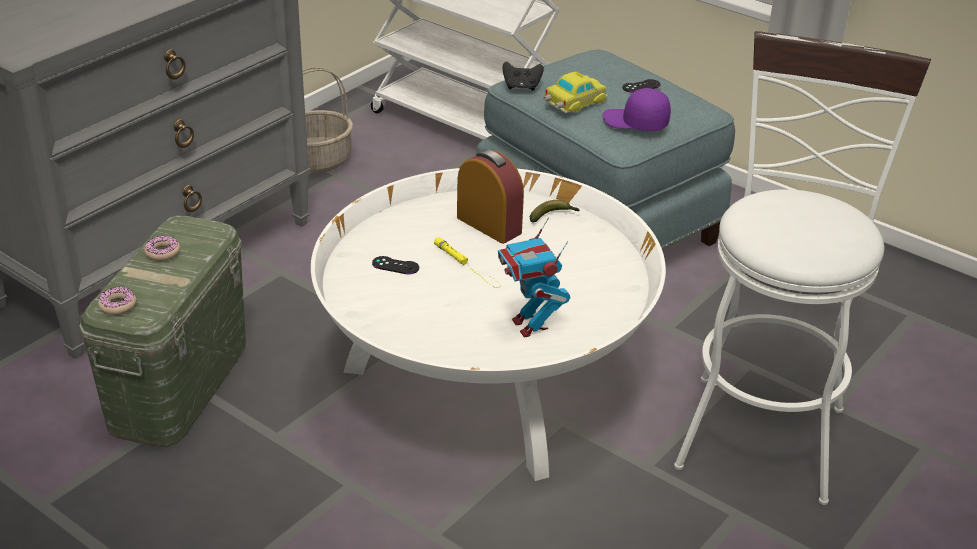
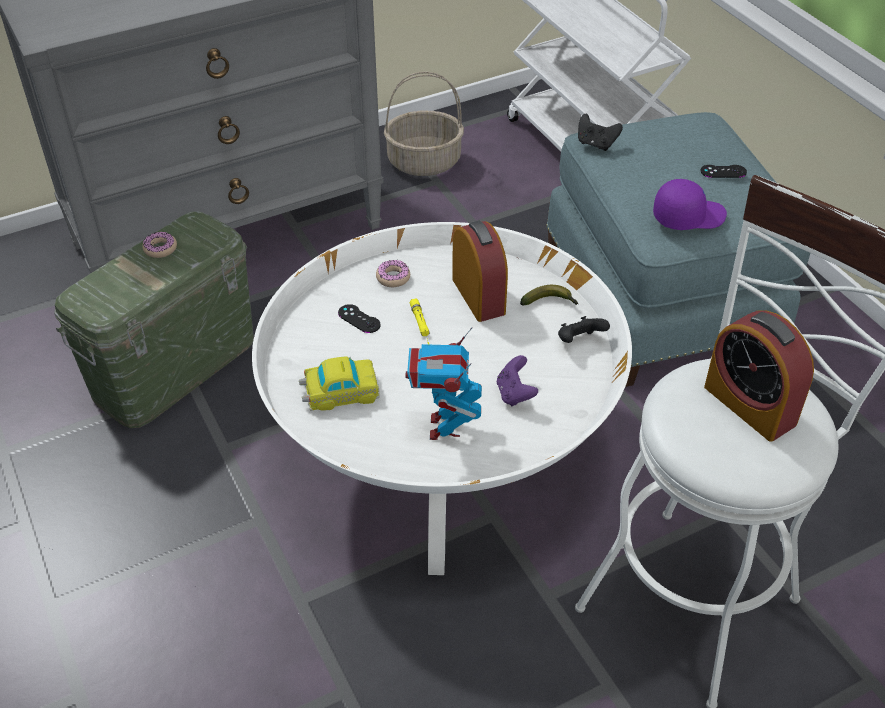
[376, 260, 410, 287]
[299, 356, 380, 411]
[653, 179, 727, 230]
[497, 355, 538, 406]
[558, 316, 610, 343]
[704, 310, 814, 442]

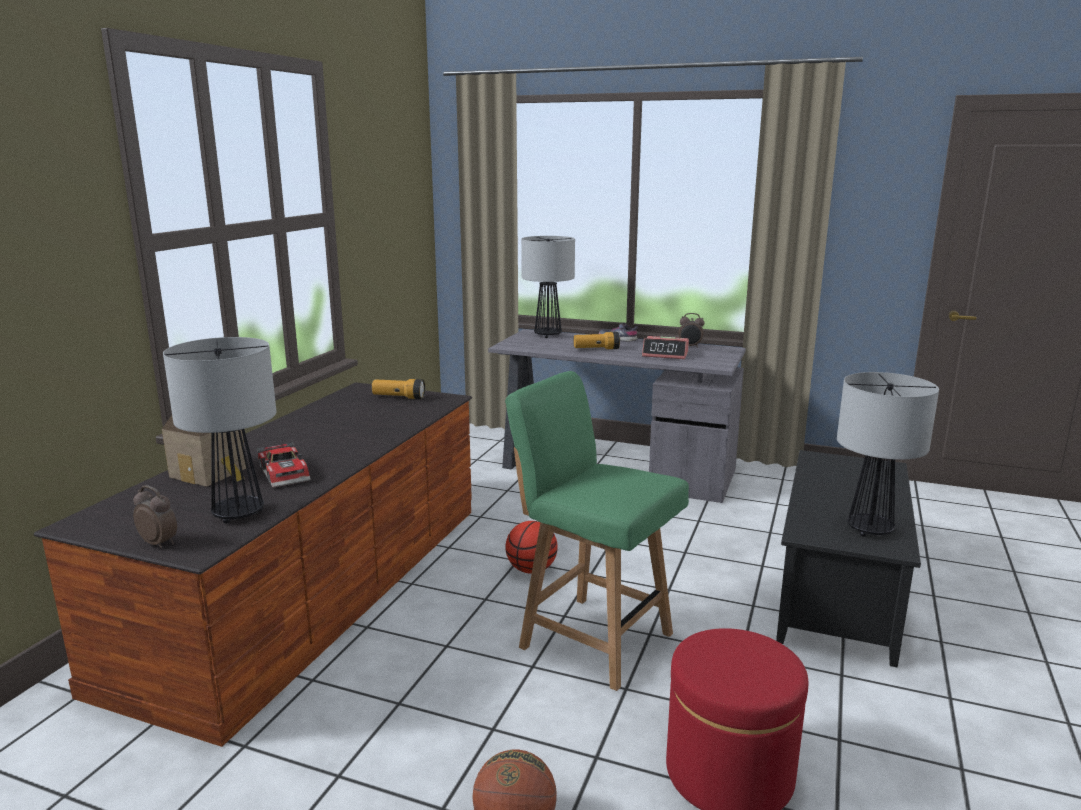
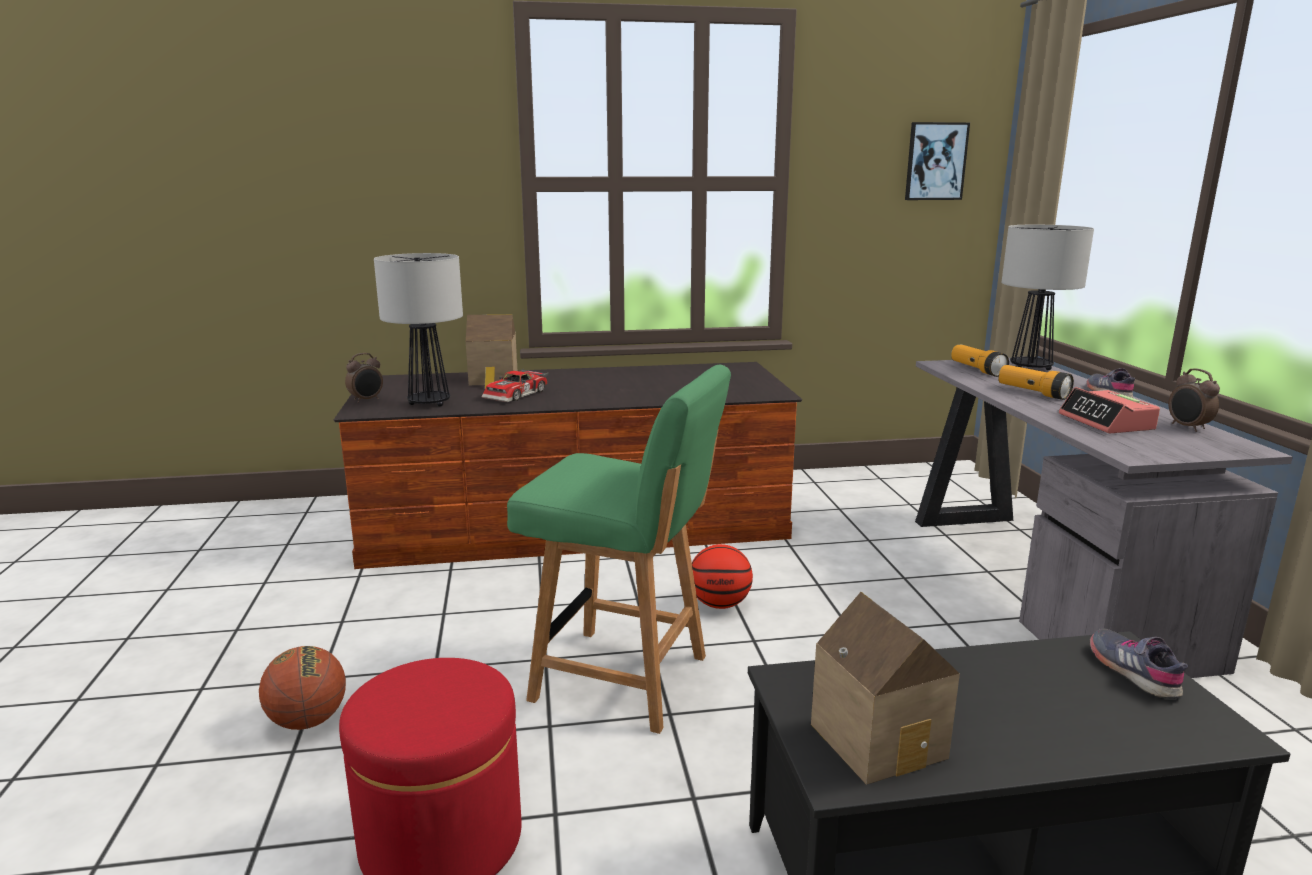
[345, 353, 383, 403]
[951, 345, 1009, 377]
[507, 365, 731, 734]
[811, 592, 960, 785]
[905, 122, 970, 200]
[1089, 629, 1188, 699]

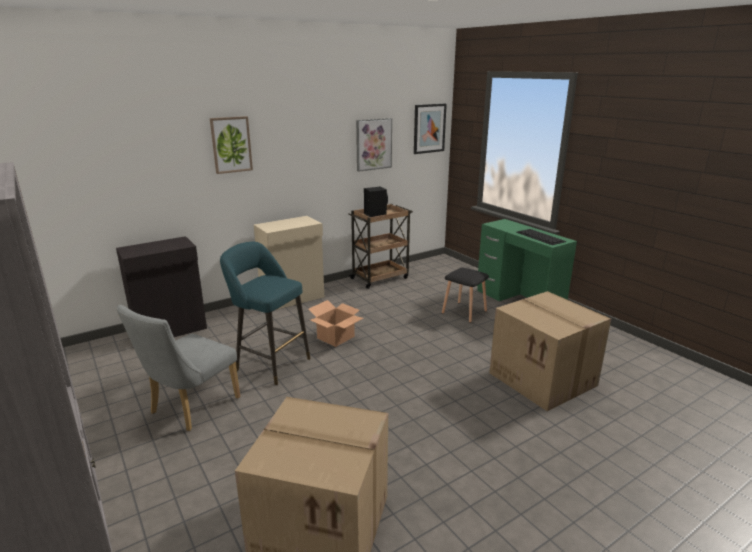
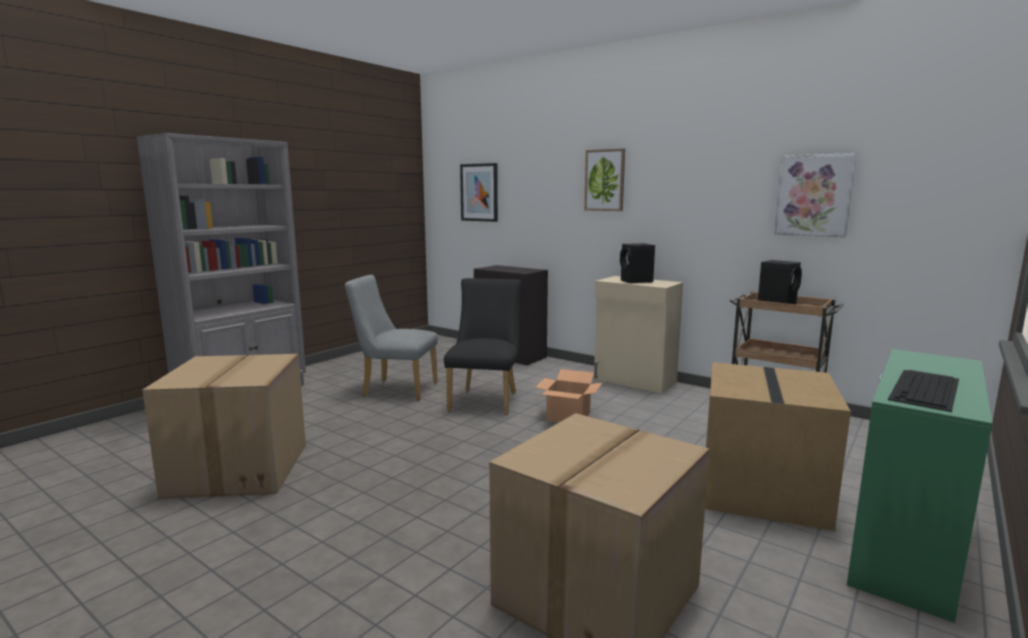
[444, 278, 521, 415]
[460, 163, 498, 222]
[705, 362, 851, 531]
[620, 243, 655, 283]

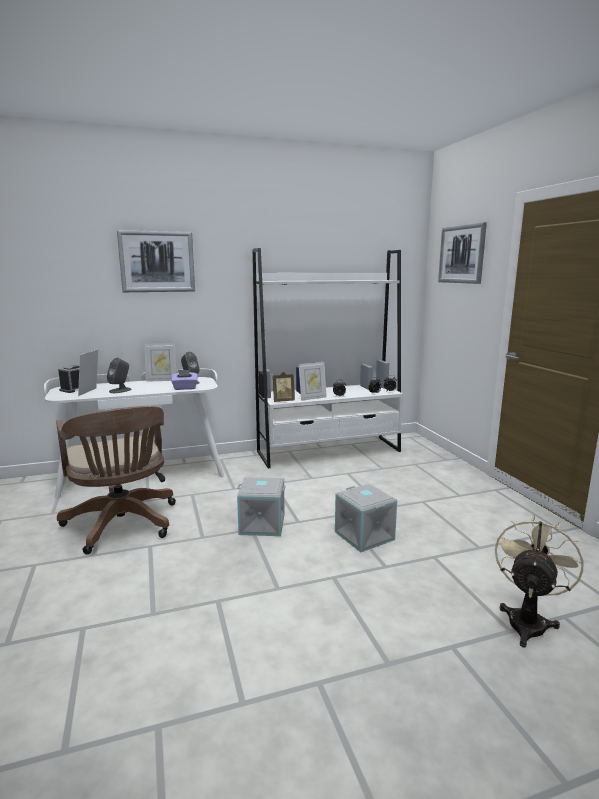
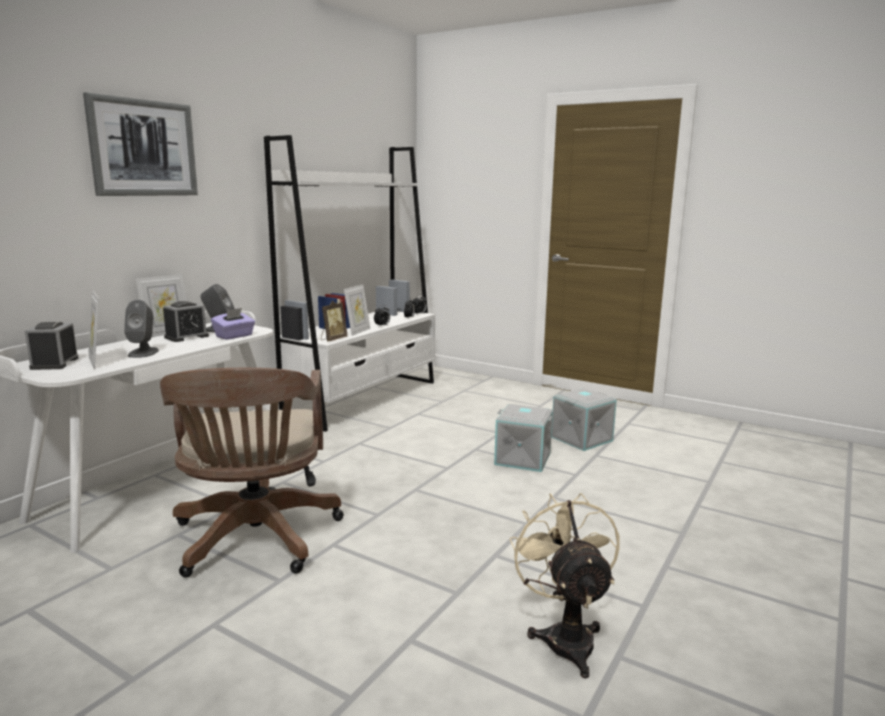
[160, 368, 344, 578]
[551, 388, 617, 451]
[438, 222, 487, 284] (first image)
[510, 493, 620, 678]
[163, 301, 209, 342]

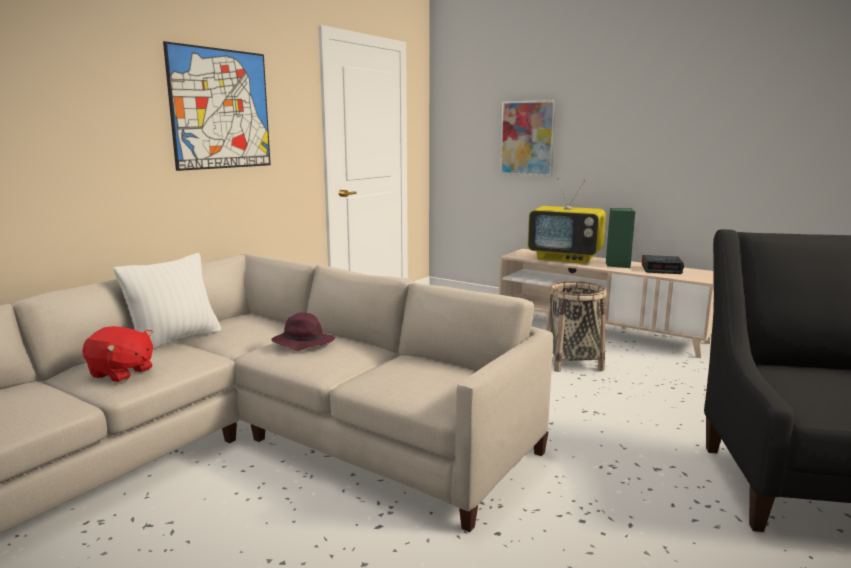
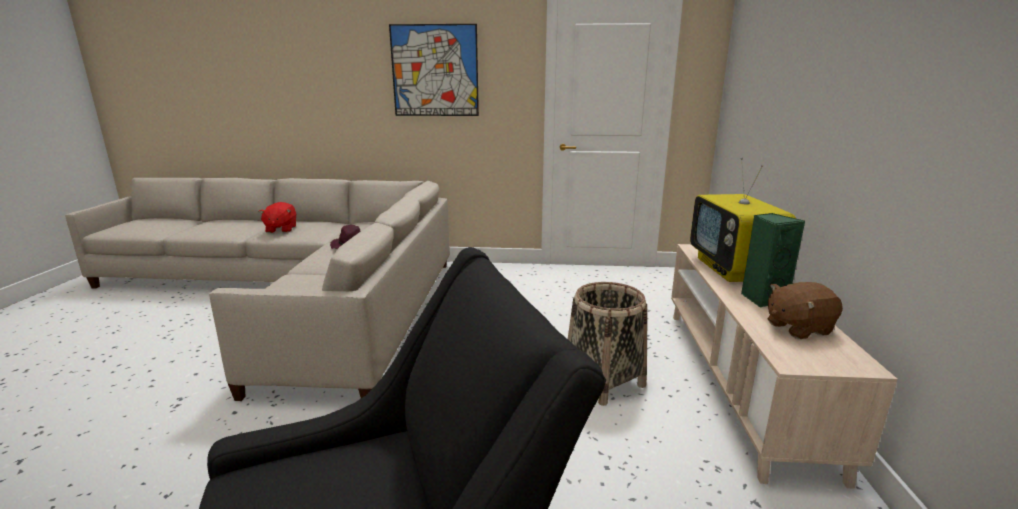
[114, 253, 221, 348] (first image)
[500, 100, 556, 176] (first image)
[768, 282, 843, 339]

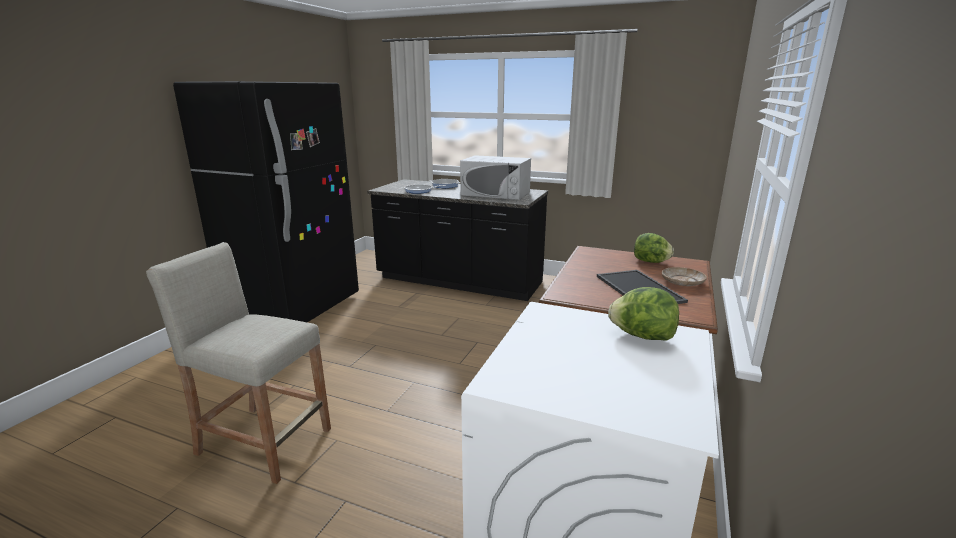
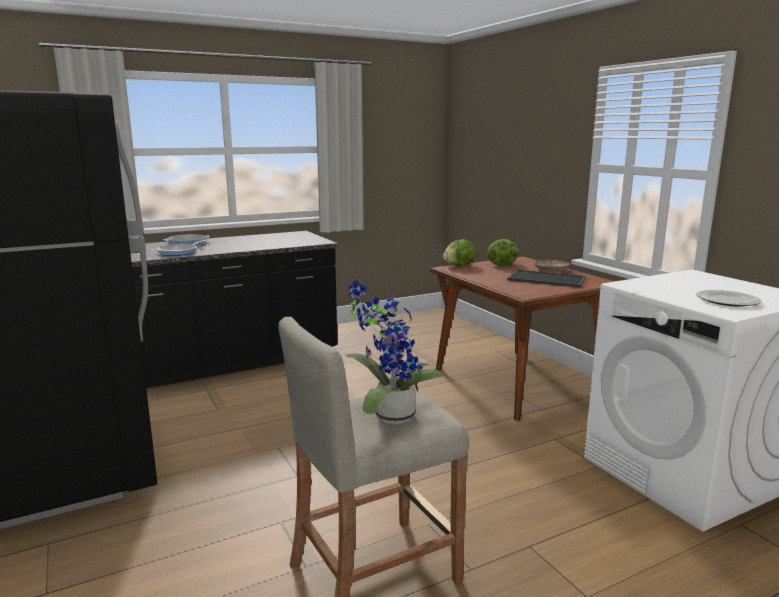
[460, 155, 531, 200] (first image)
[443, 239, 476, 266]
[345, 280, 442, 425]
[696, 290, 761, 307]

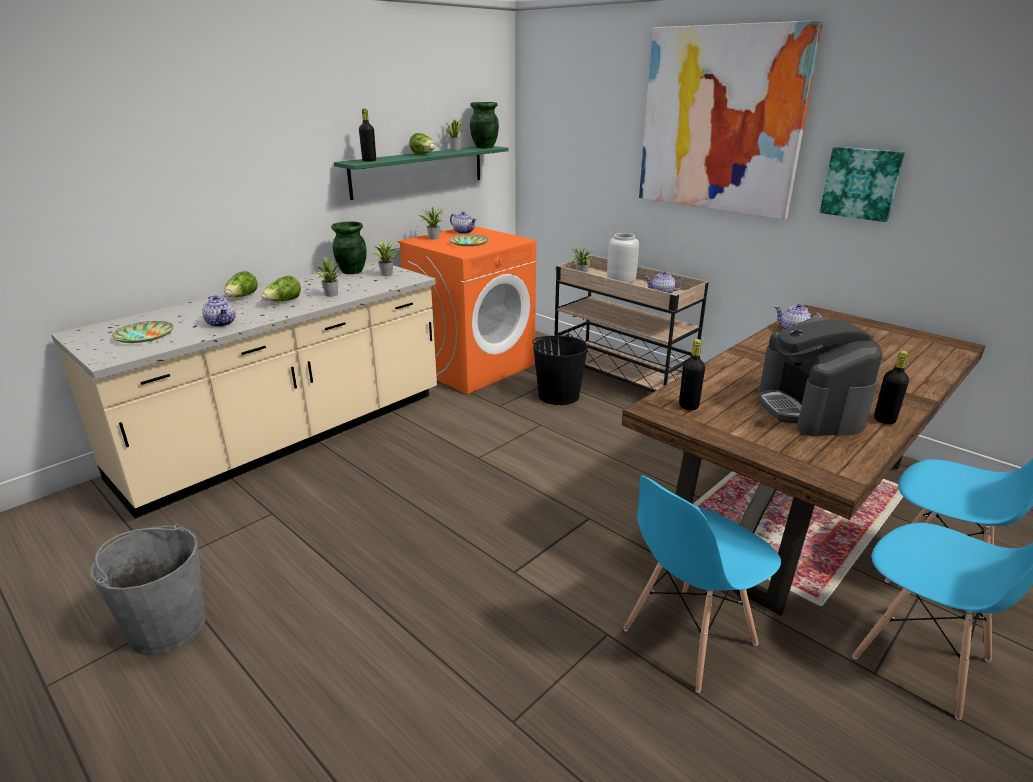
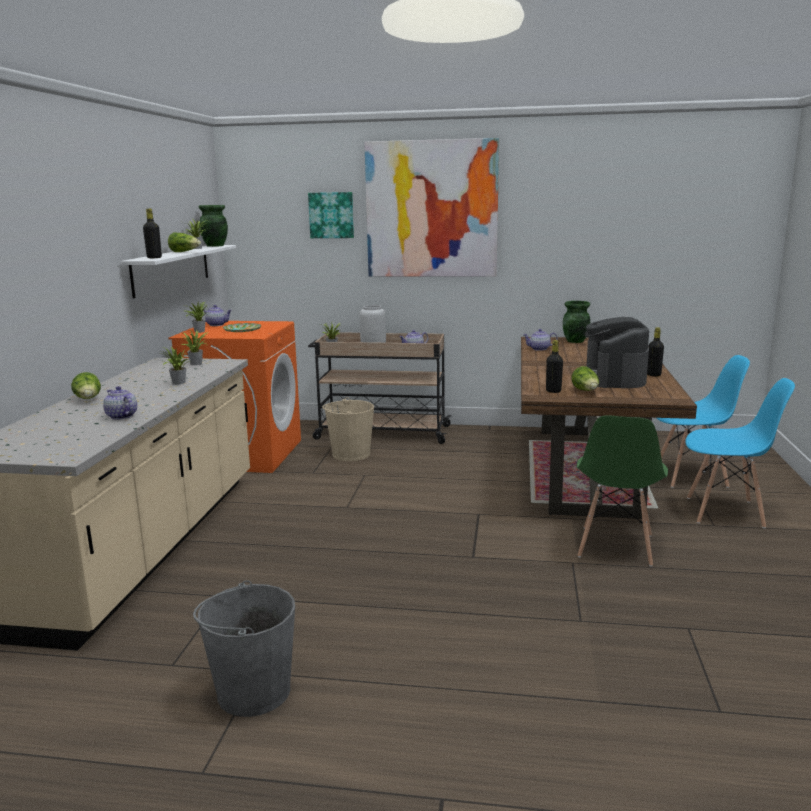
[112, 321, 173, 343] (first image)
[103, 386, 137, 420]
[571, 366, 599, 391]
[563, 301, 590, 343]
[121, 245, 236, 298]
[322, 397, 374, 461]
[577, 416, 668, 567]
[584, 317, 649, 388]
[308, 192, 354, 238]

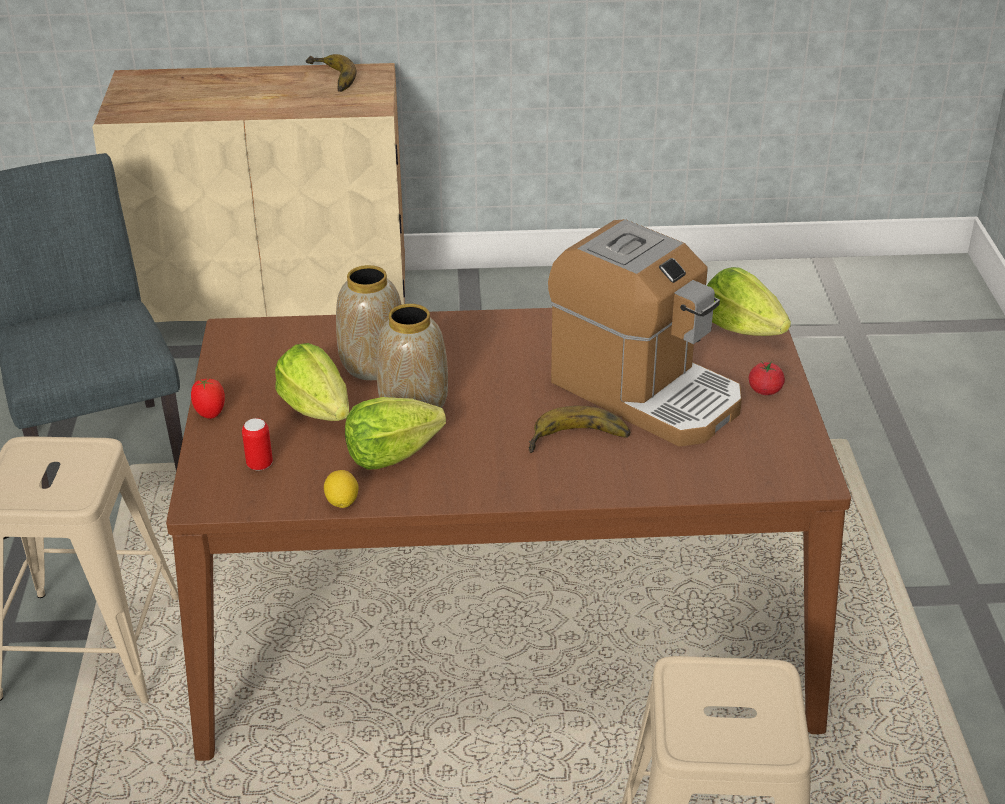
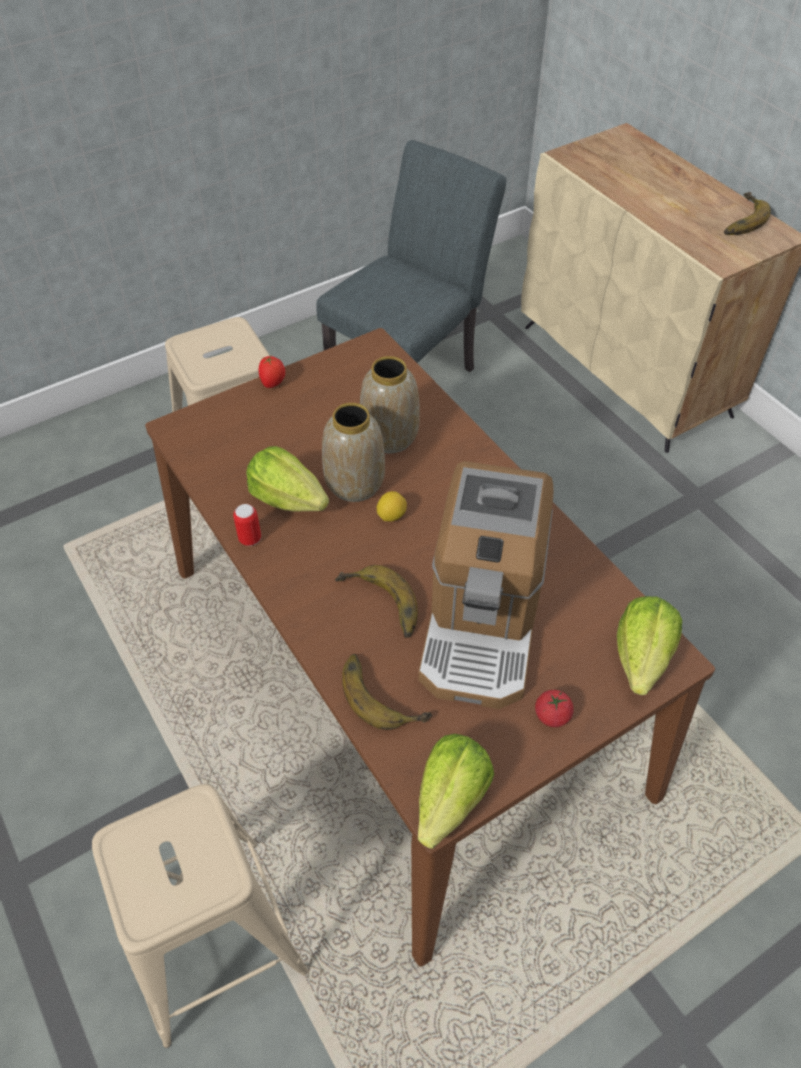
[233, 504, 261, 546]
[418, 734, 494, 849]
[377, 491, 407, 522]
[342, 654, 432, 730]

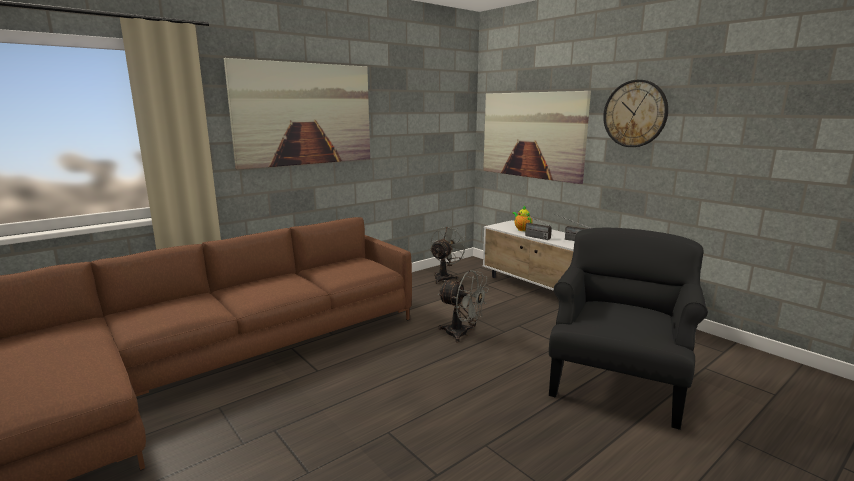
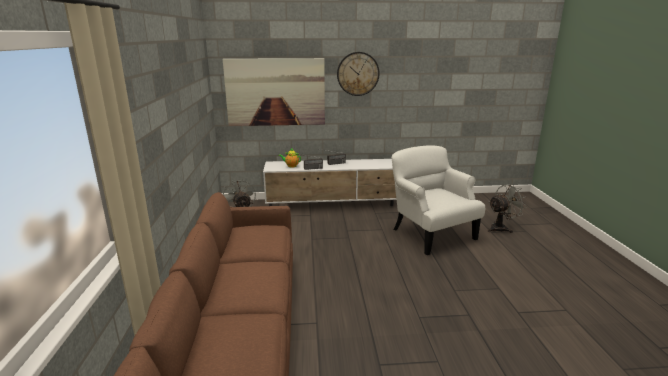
[224, 58, 370, 170] (first image)
[488, 184, 527, 233]
[392, 145, 485, 255]

